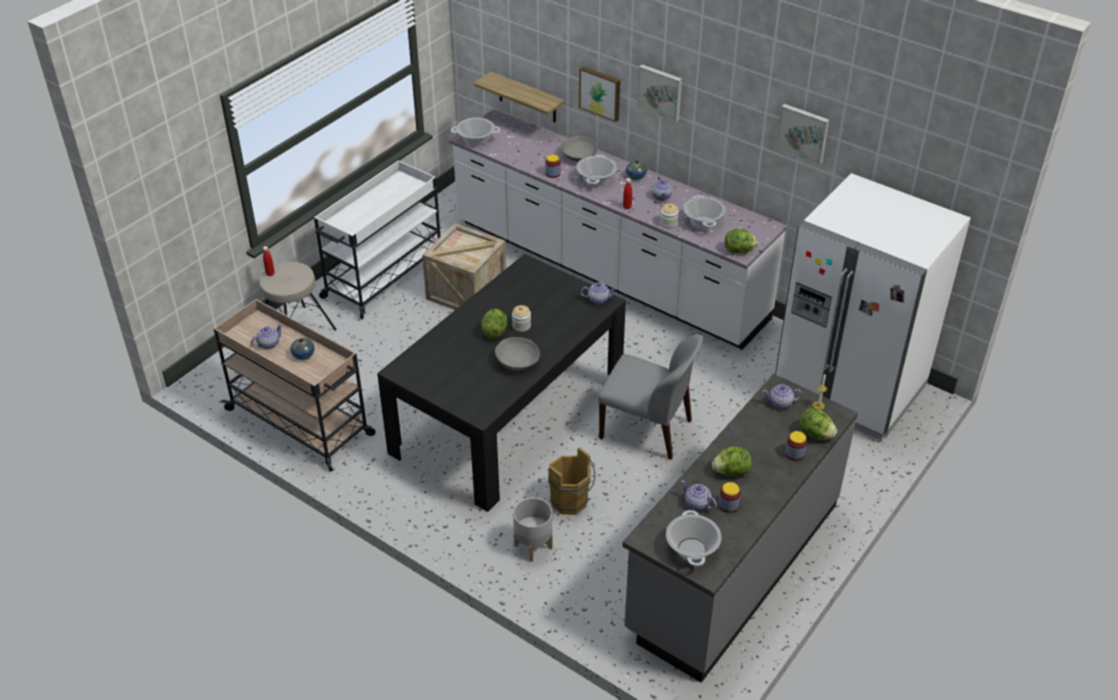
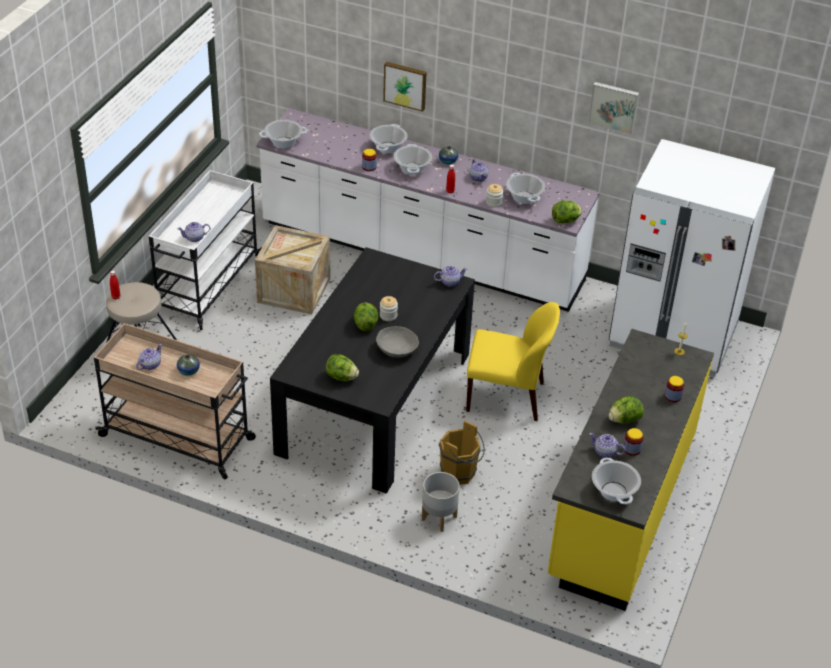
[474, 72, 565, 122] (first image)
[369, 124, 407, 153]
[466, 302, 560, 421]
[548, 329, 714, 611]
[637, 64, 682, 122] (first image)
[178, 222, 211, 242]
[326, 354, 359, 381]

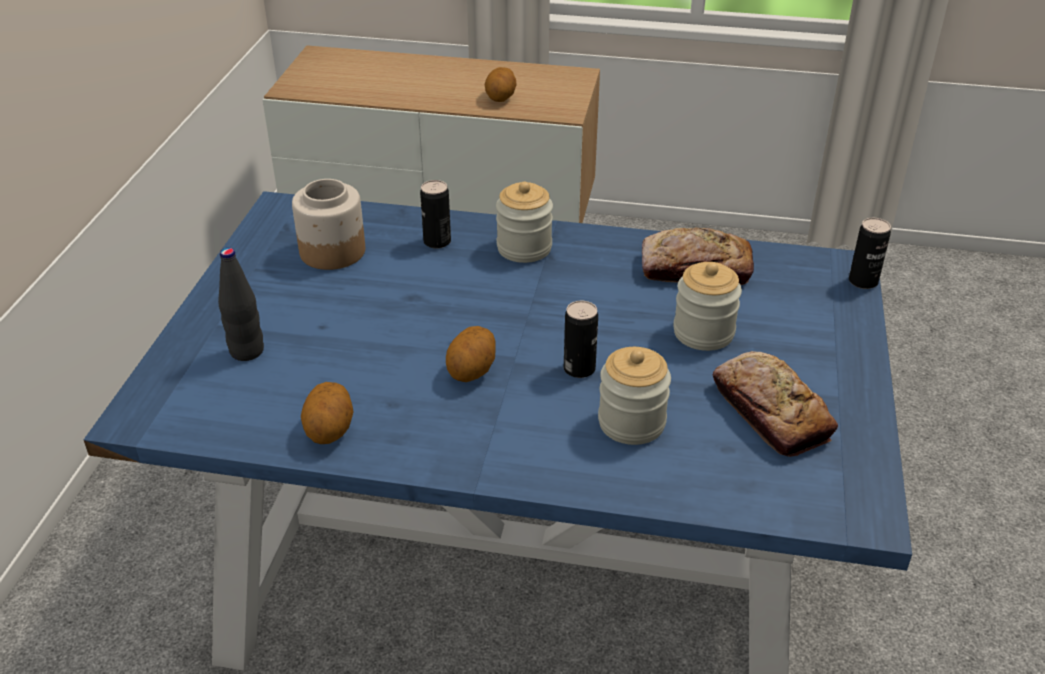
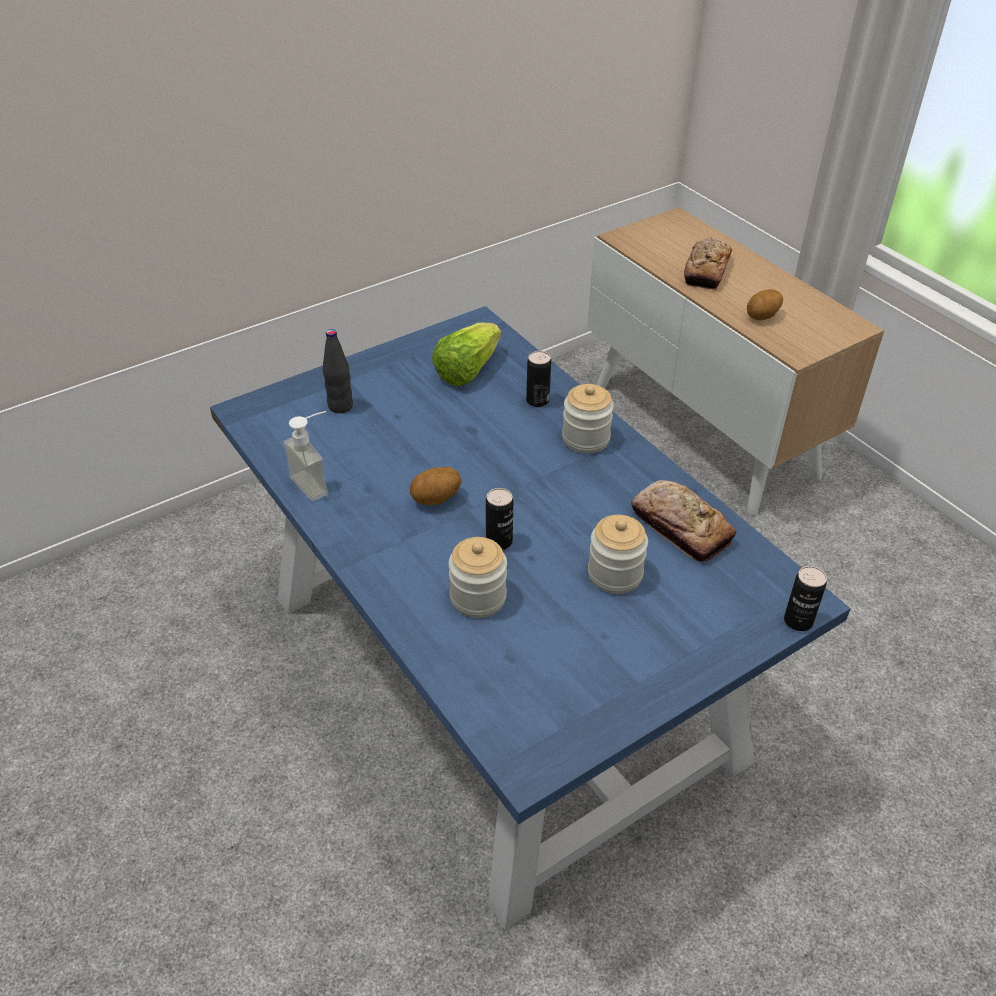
[432, 323, 501, 386]
[283, 411, 328, 501]
[684, 238, 732, 290]

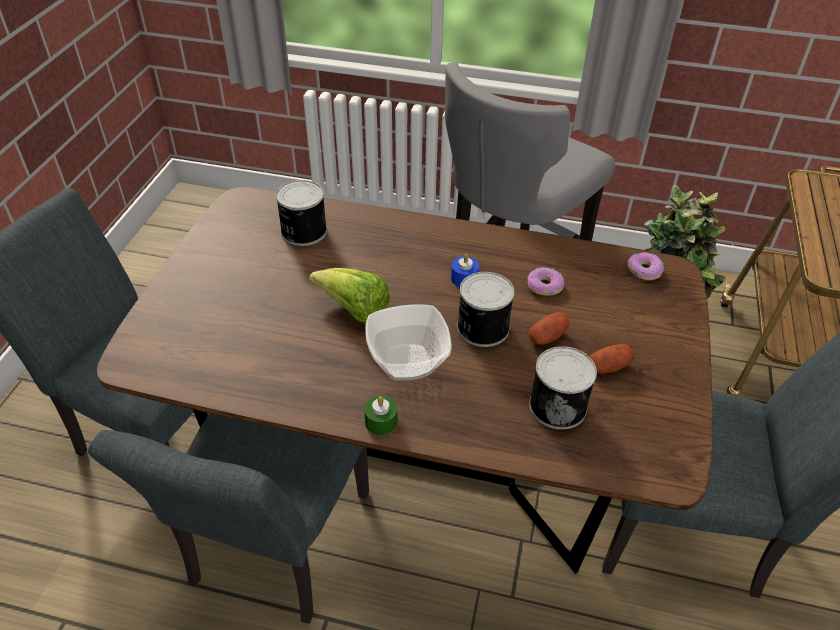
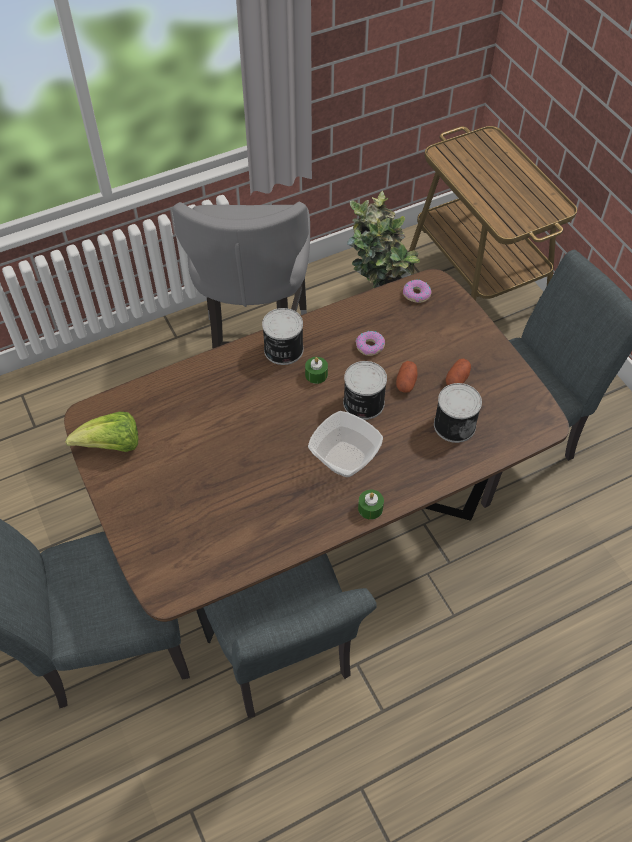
[262, 308, 304, 365]
[65, 412, 138, 452]
[305, 357, 328, 384]

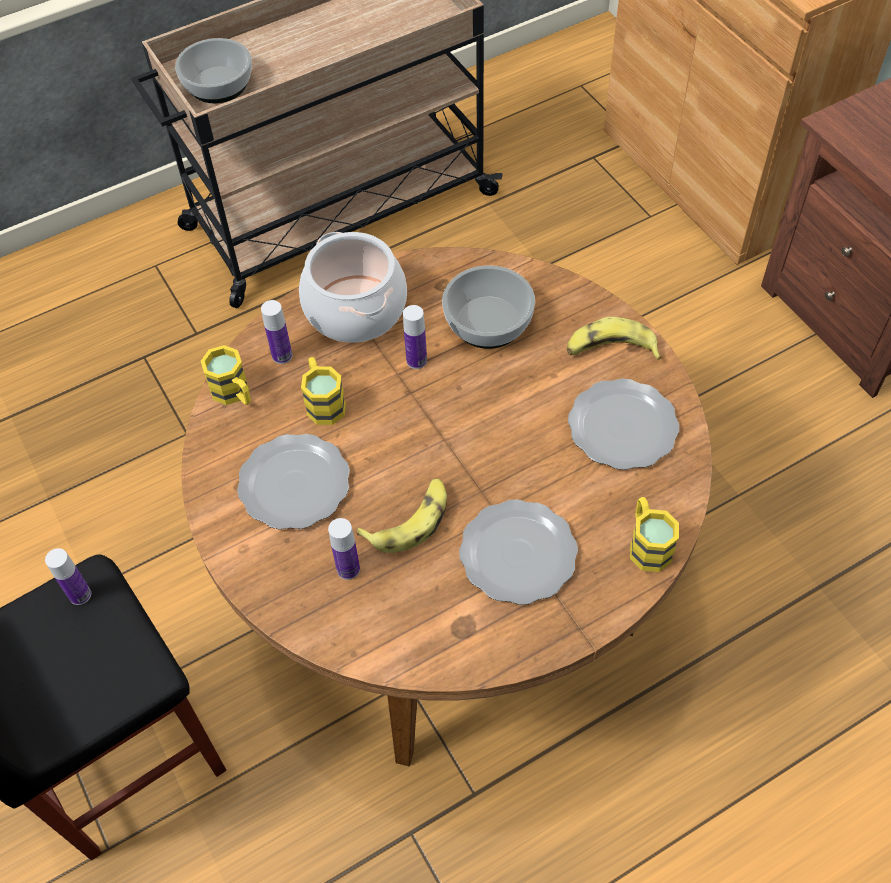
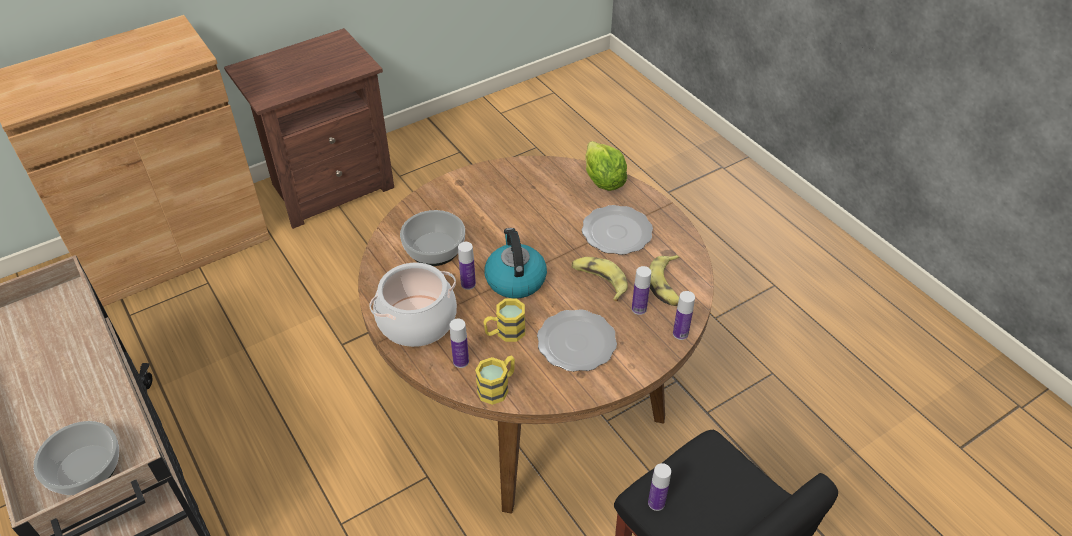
[649, 255, 680, 306]
[568, 378, 679, 470] (first image)
[585, 141, 627, 191]
[485, 228, 547, 298]
[673, 291, 695, 340]

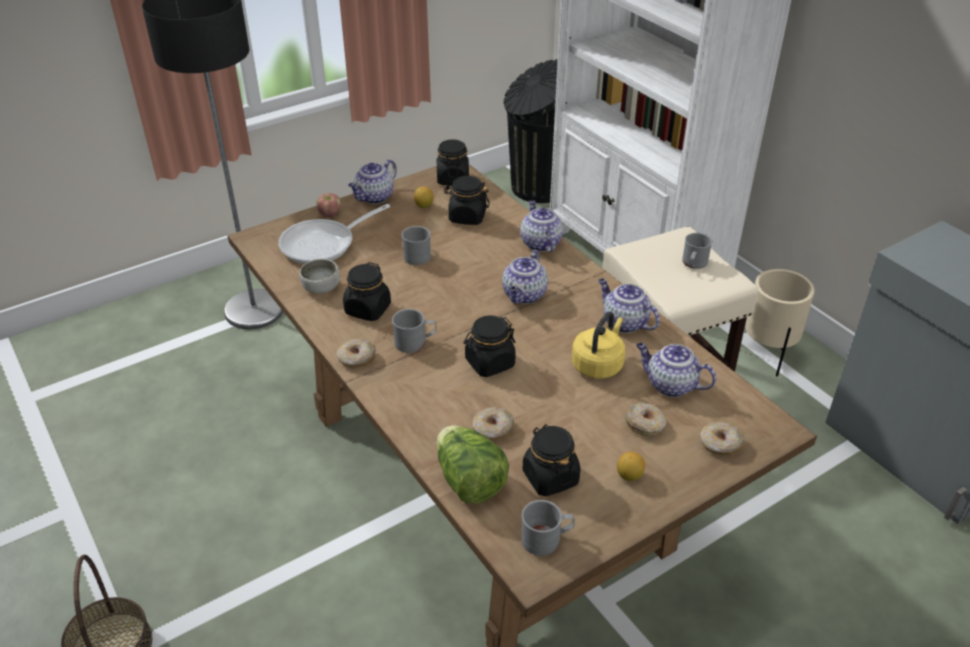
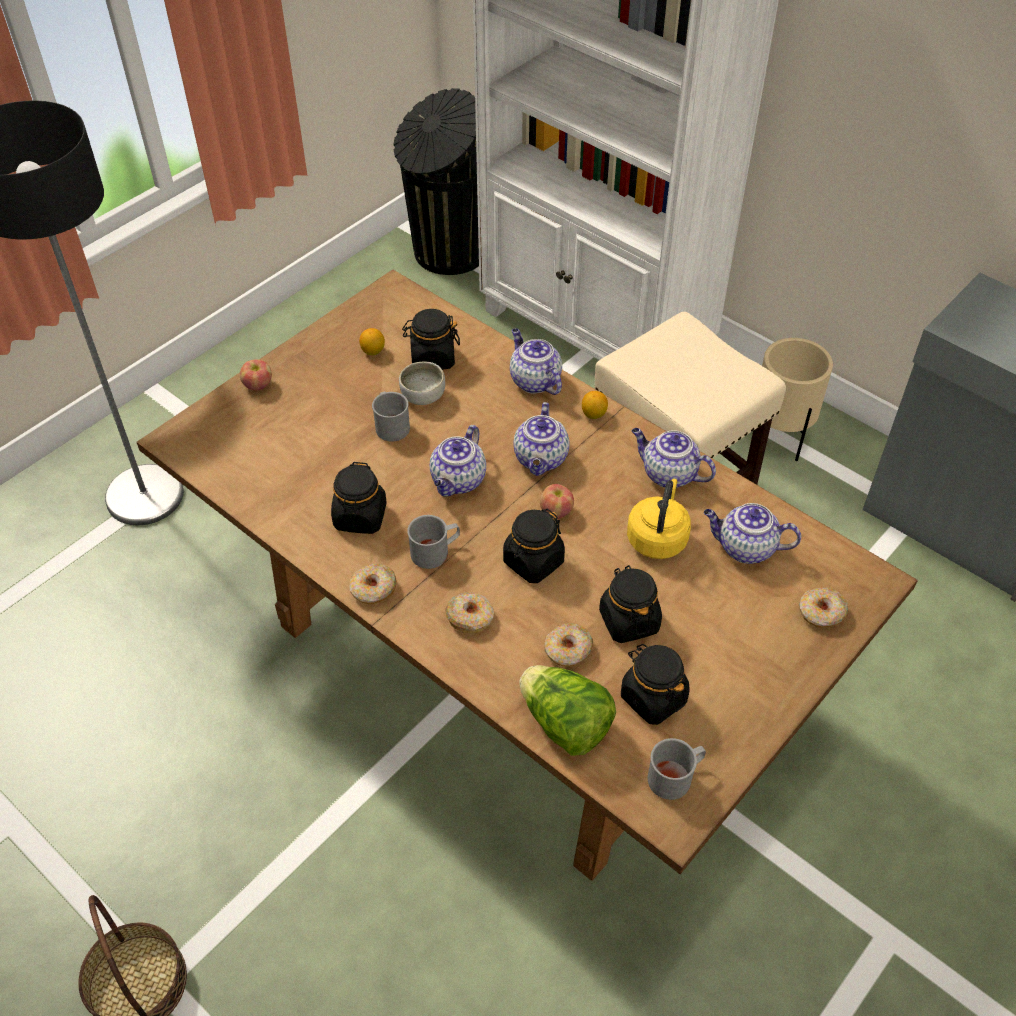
[278, 204, 390, 264] (first image)
[399, 362, 445, 405]
[430, 425, 486, 497]
[599, 565, 662, 643]
[582, 391, 608, 419]
[445, 592, 494, 633]
[682, 233, 712, 269] (first image)
[540, 484, 574, 519]

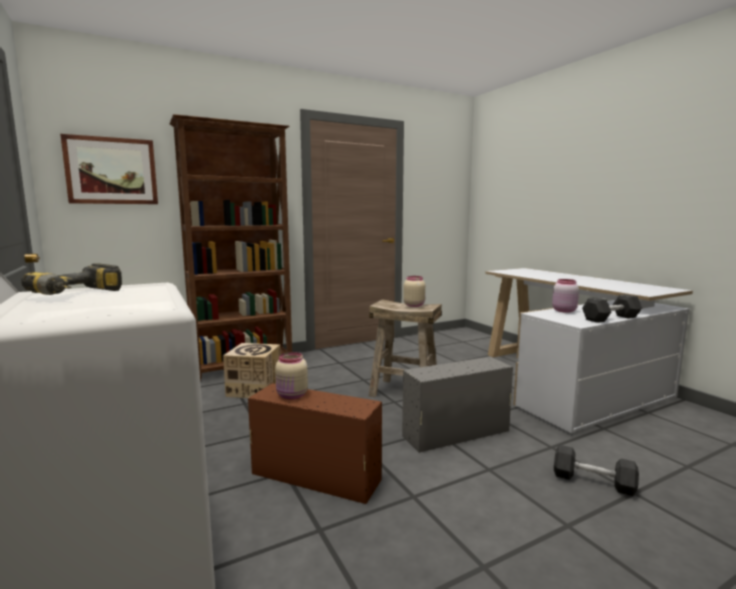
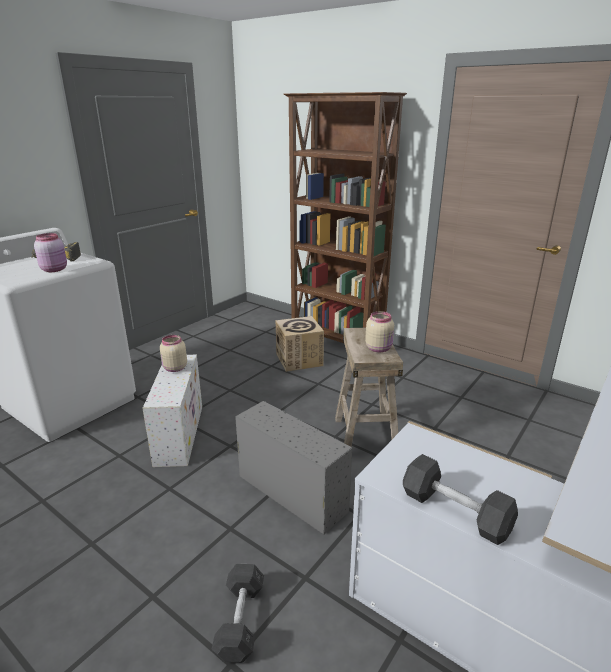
[60, 134, 158, 204] (first image)
[142, 355, 202, 467]
[34, 233, 67, 272]

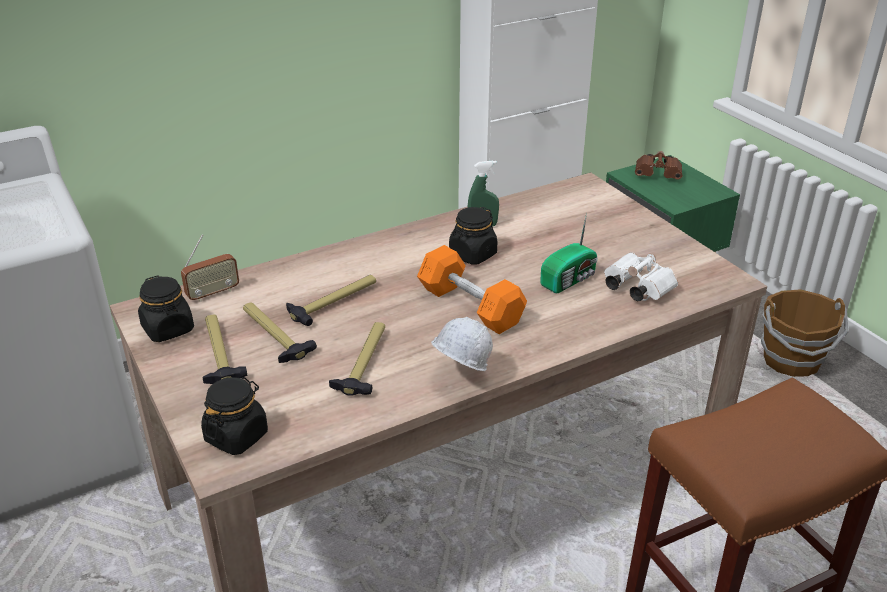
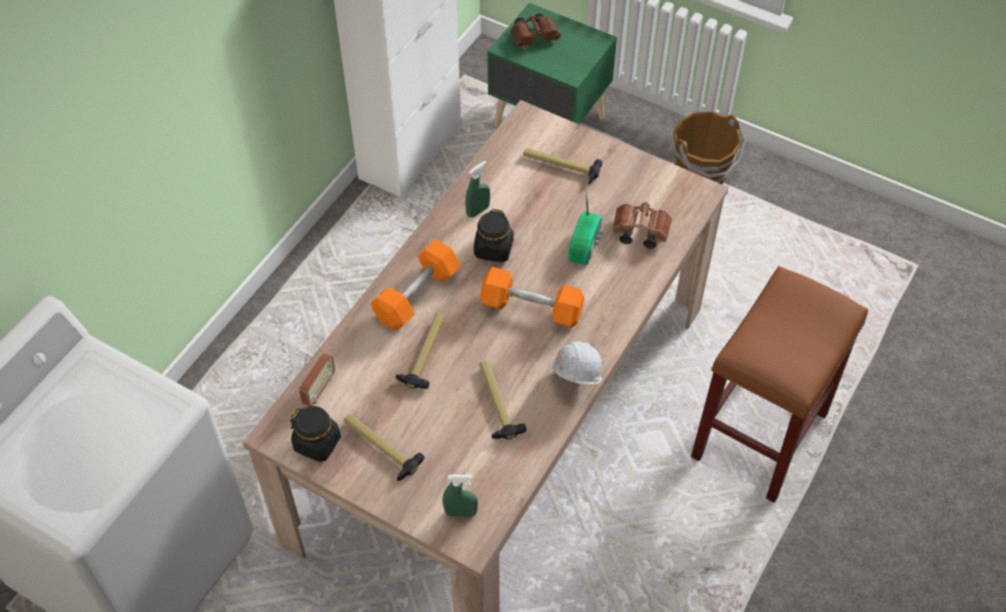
[443, 475, 478, 517]
[523, 148, 602, 184]
[612, 202, 672, 249]
[370, 240, 461, 330]

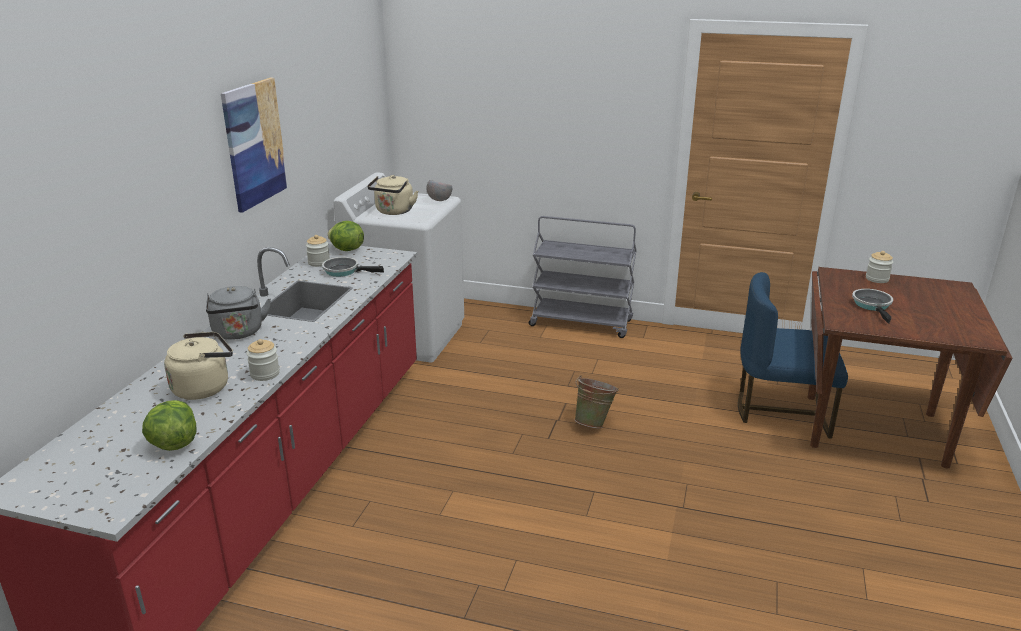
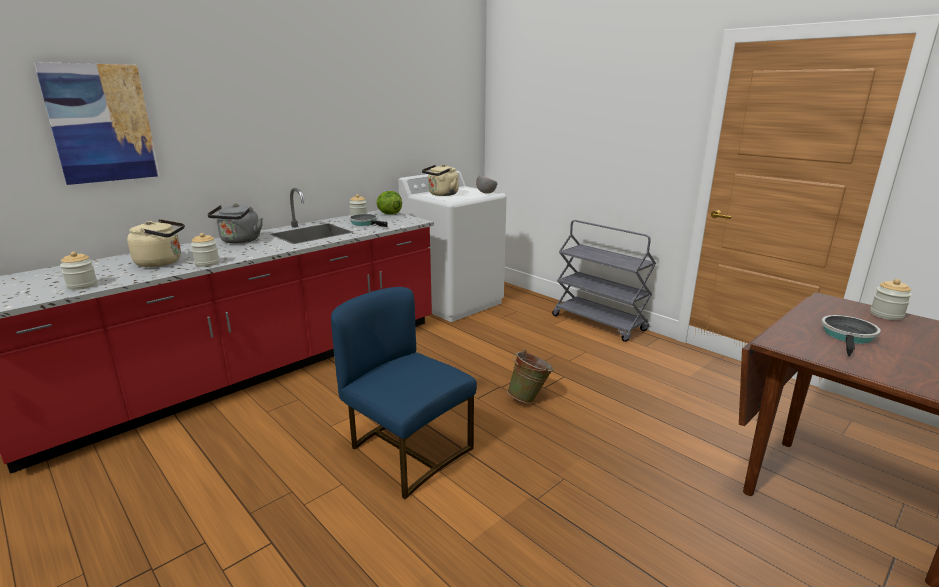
[60, 252, 97, 290]
[34, 62, 160, 185]
[331, 287, 477, 499]

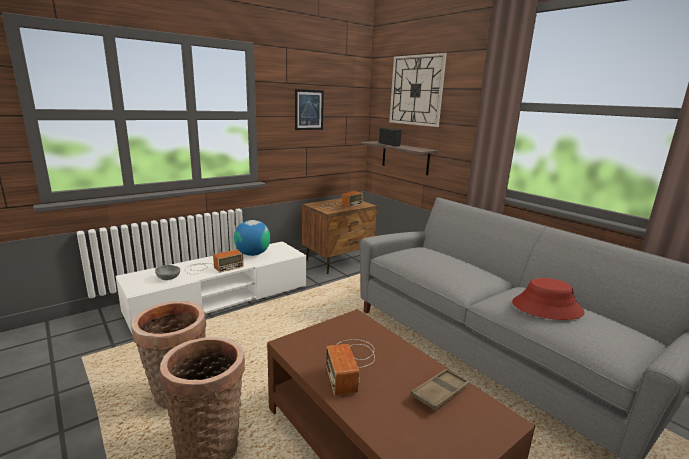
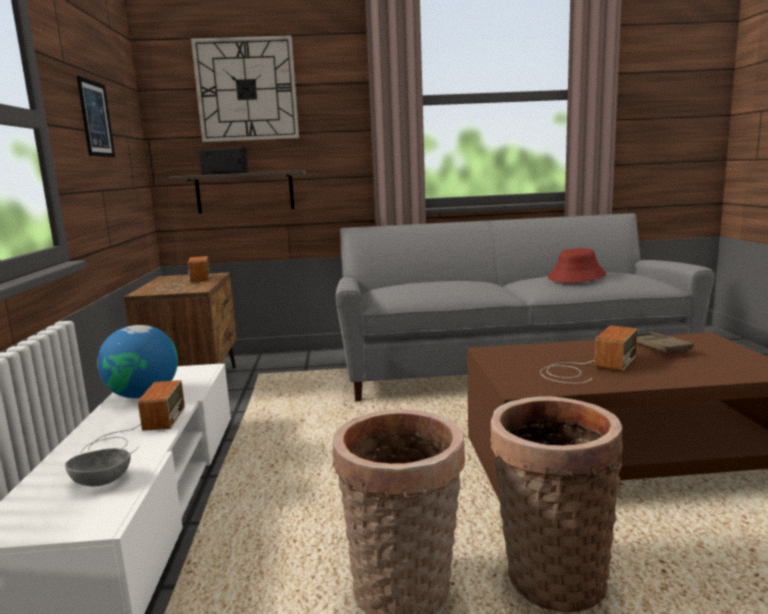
[540, 325, 638, 384]

